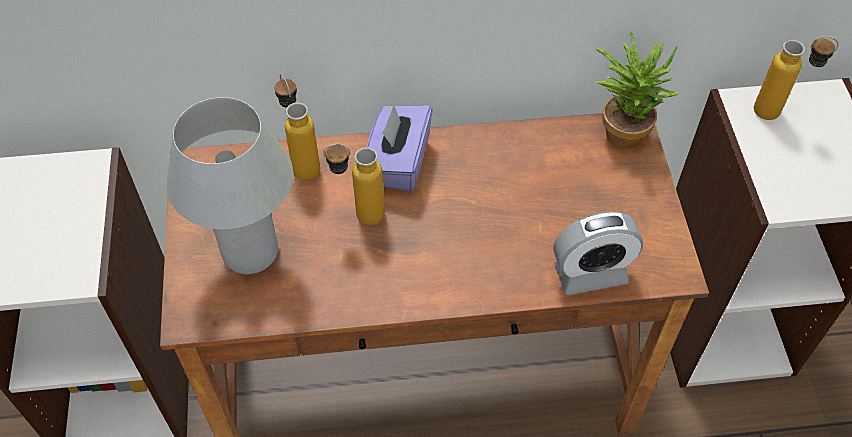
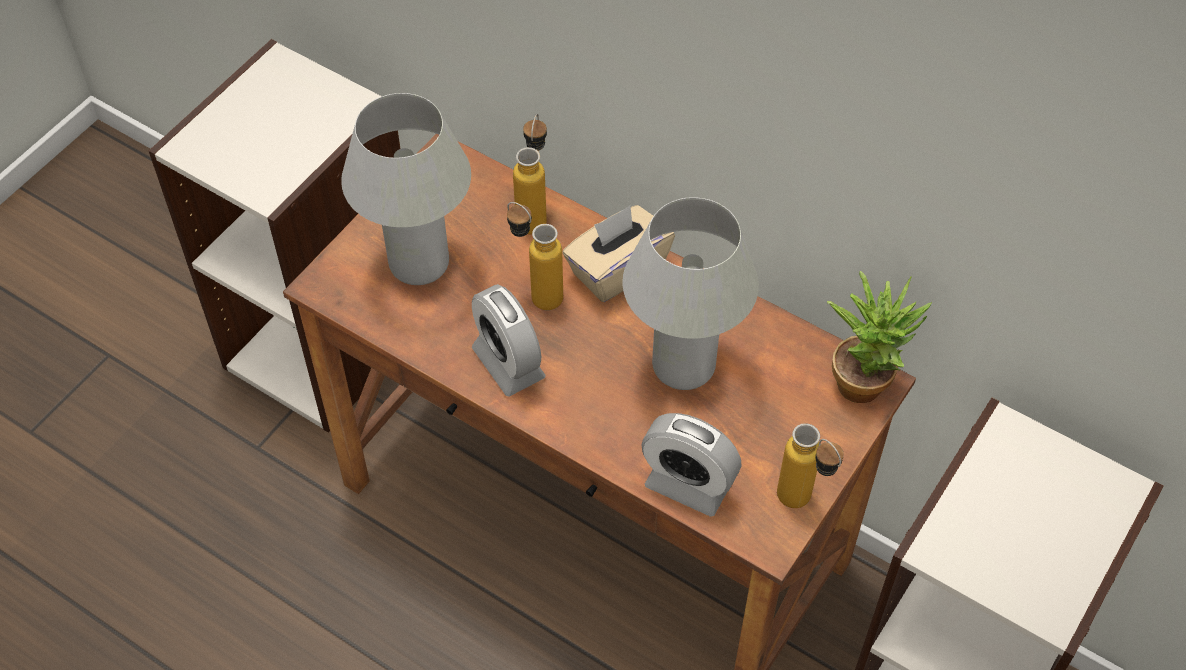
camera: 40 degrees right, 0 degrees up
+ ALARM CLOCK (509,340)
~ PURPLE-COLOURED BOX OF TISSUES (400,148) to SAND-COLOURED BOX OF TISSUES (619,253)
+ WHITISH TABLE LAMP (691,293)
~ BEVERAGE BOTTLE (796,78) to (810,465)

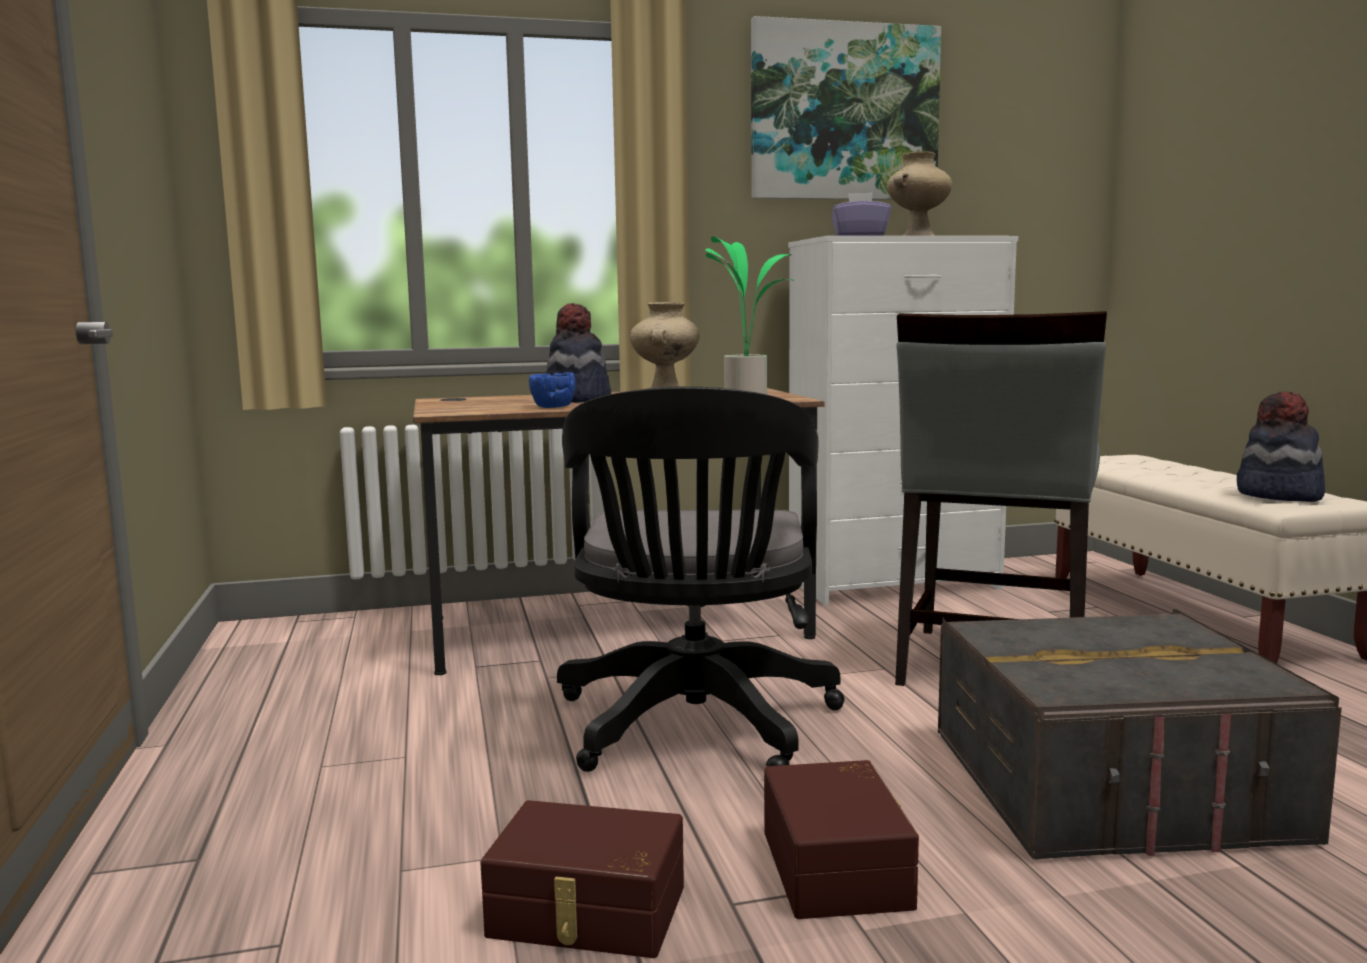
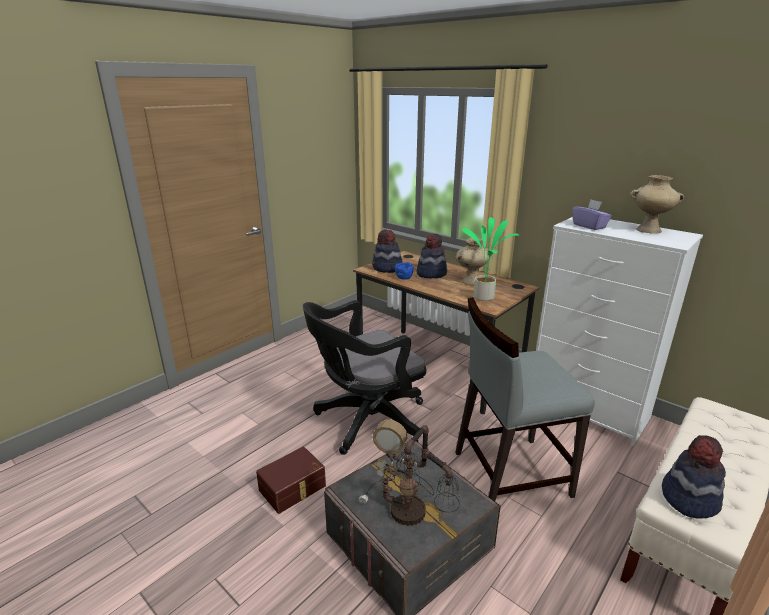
camera: 55 degrees right, 15 degrees up
+ TABLE LAMP (409,472)
+ CLOTHING HAT (387,251)
- BROWN-COLOURED STORAGE CONTAINER (582,879)
- PICTURE (846,108)

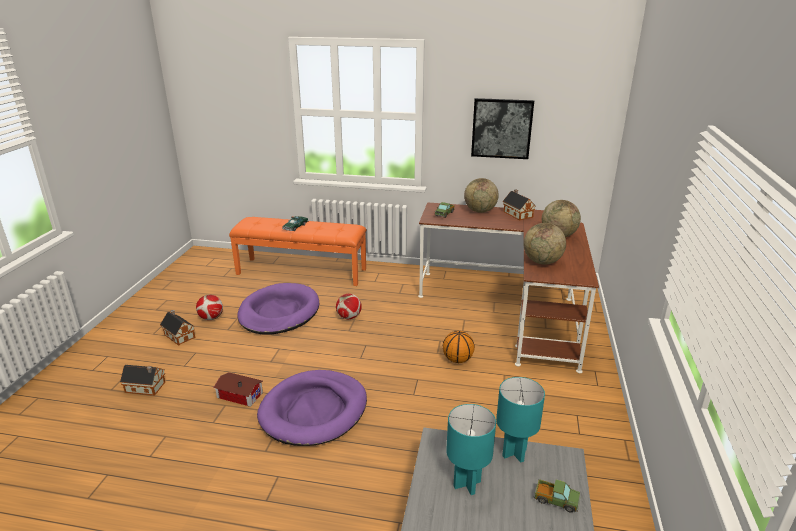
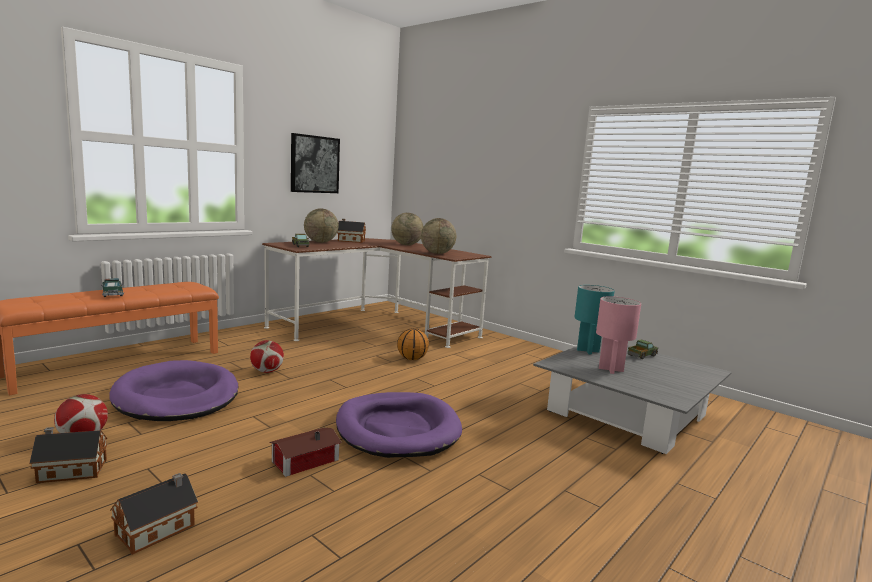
camera: 60 degrees left, 15 degrees down
~ TURQUOISE TABLE LAMP (471,449) to PINK TABLE LAMP (618,335)

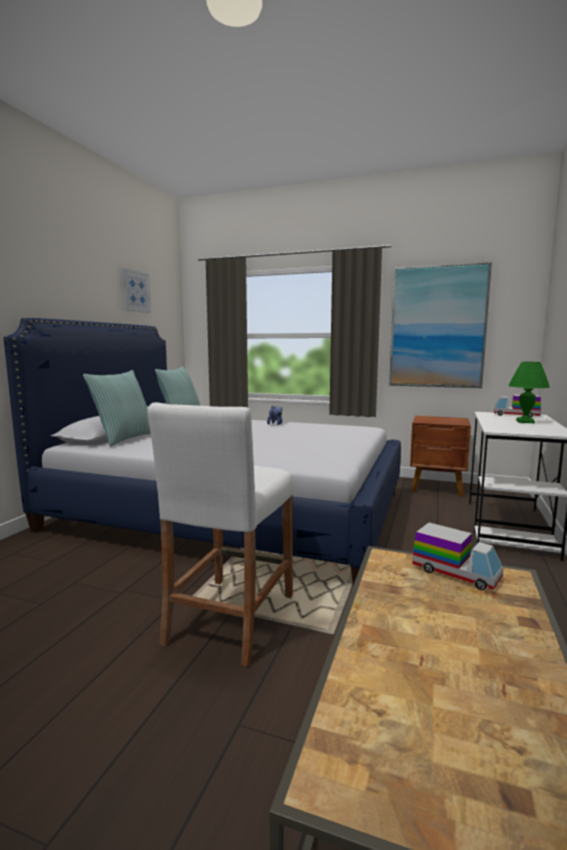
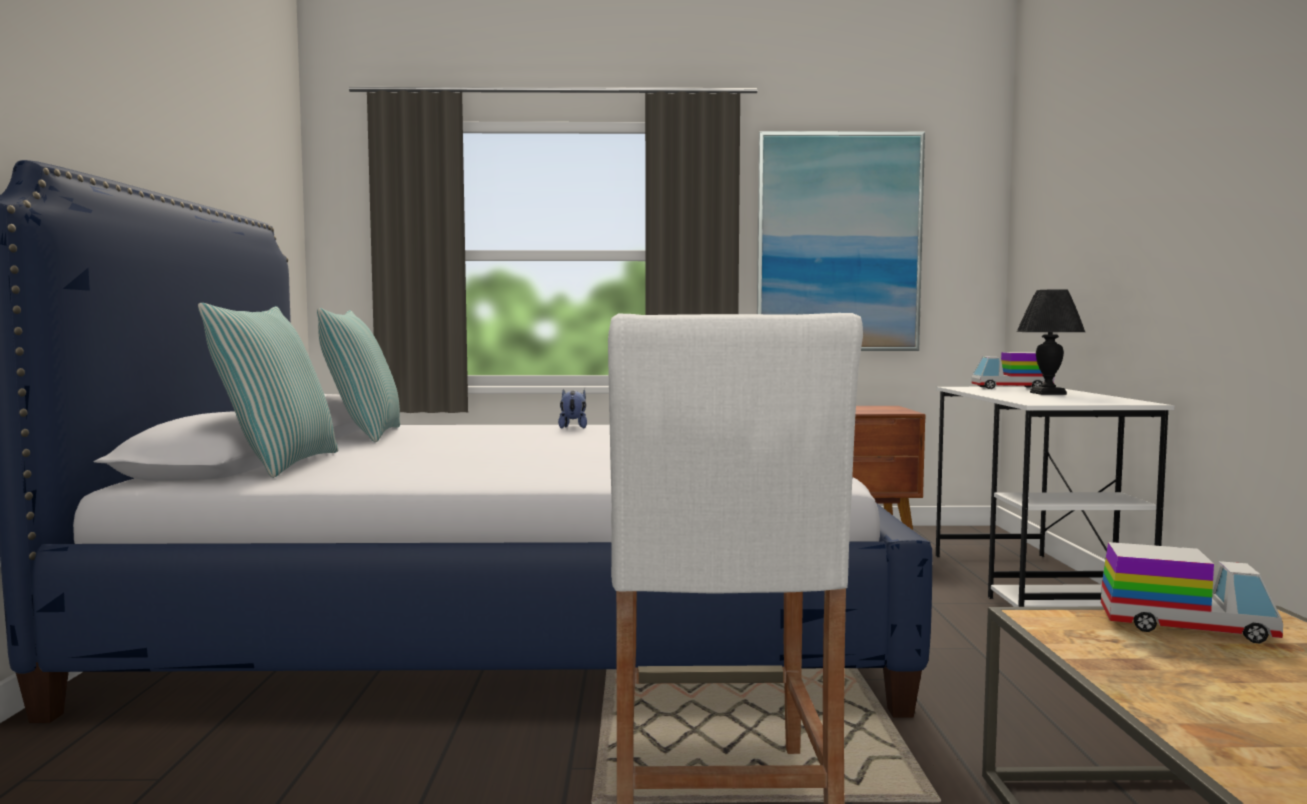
camera: 20 degrees left, 5 degrees down
~ GREEN TABLE LAMP (529,392) to BLACK TABLE LAMP (1051,342)
- PICTURE (136,290)

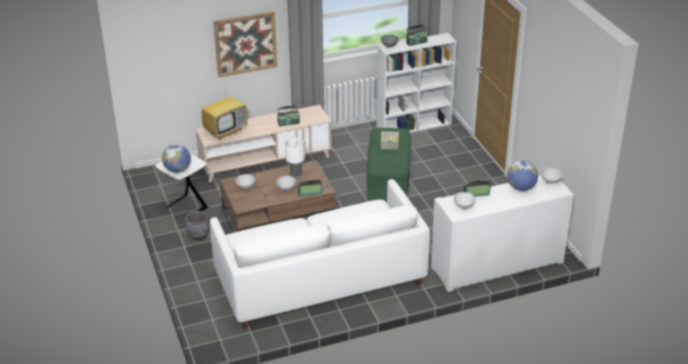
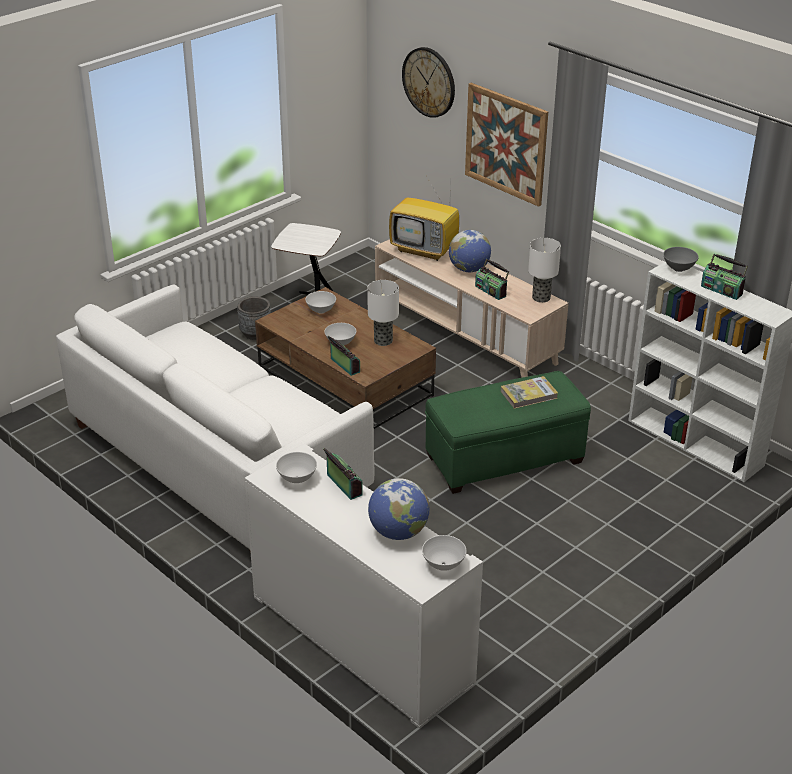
camera: 65 degrees right, 0 degrees up
+ HANGING CLOCK (428,82)
~ GLOBE (176,158) to (470,251)
+ TABLE LAMP (544,270)

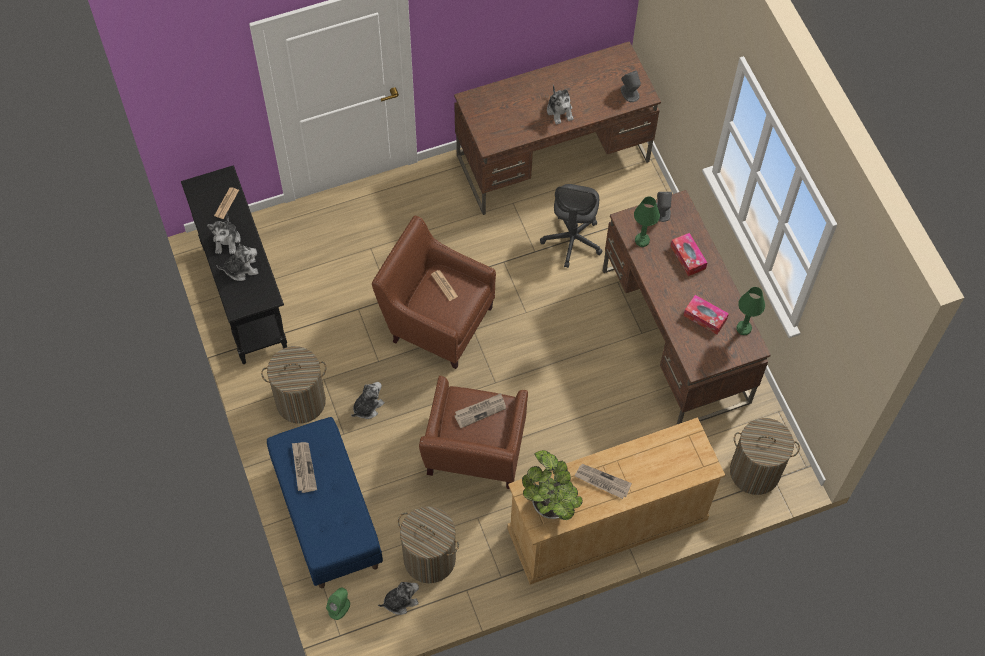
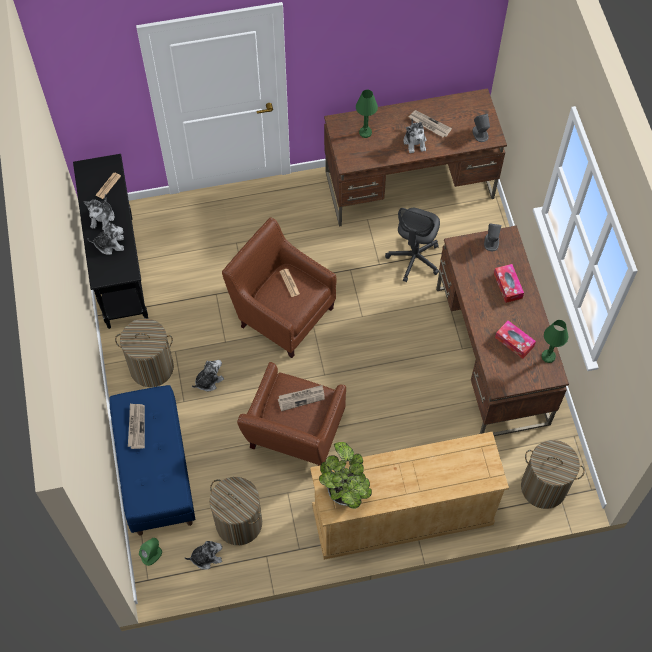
camera: 10 degrees right, 0 degrees up
~ GREEN TABLE LAMP (647,222) to (367,114)
~ NEWSPAPER (603,481) to (430,123)

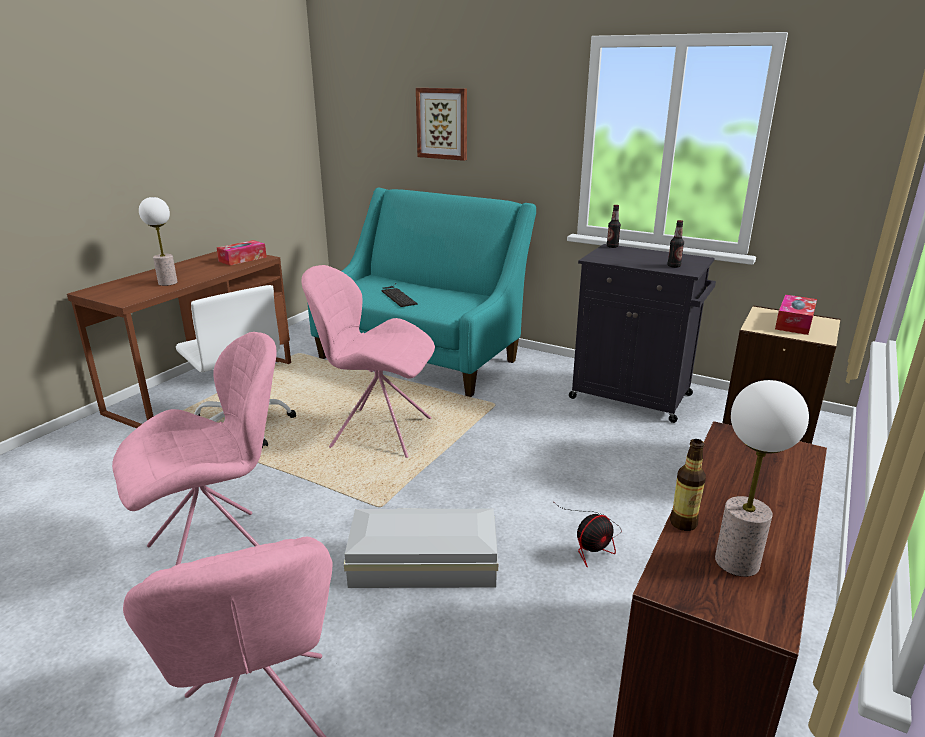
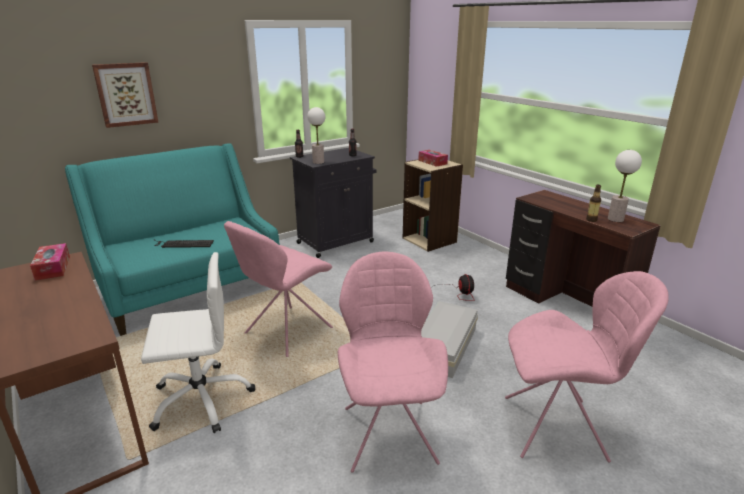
camera: 65 degrees left, 0 degrees up
~ TABLE LAMP (158,241) to (316,135)

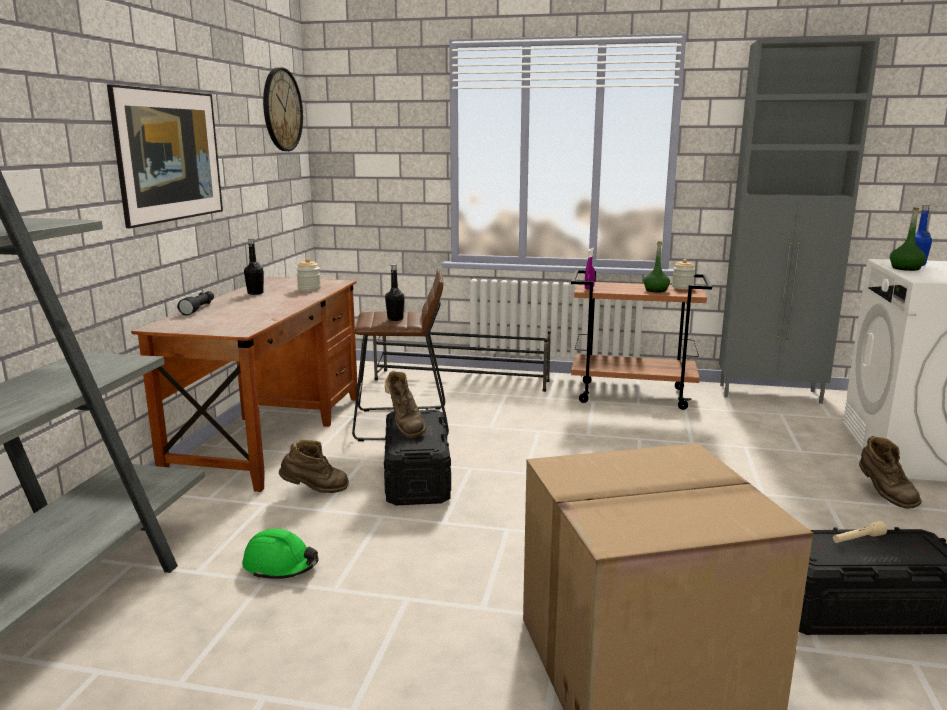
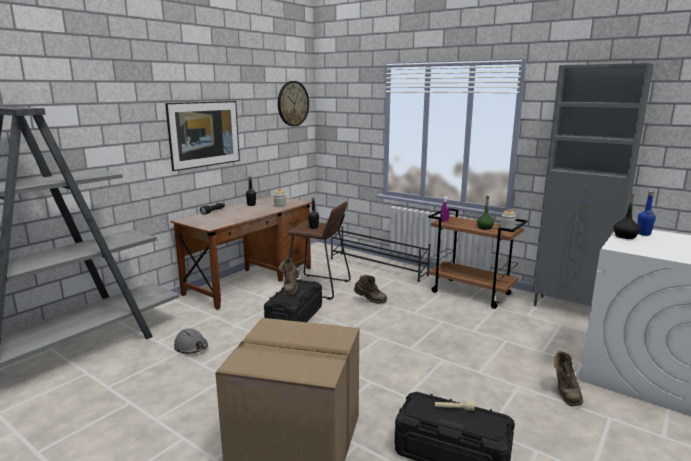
camera: 25 degrees right, 0 degrees up
~ GREEN WORK HELMET (280,554) to GRAY WORK HELMET (191,341)
~ BROWN-COLOURED BOOT (314,466) to (370,289)
~ GREEN BEVERAGE BOTTLE (908,239) to BLACK BEVERAGE BOTTLE (627,216)

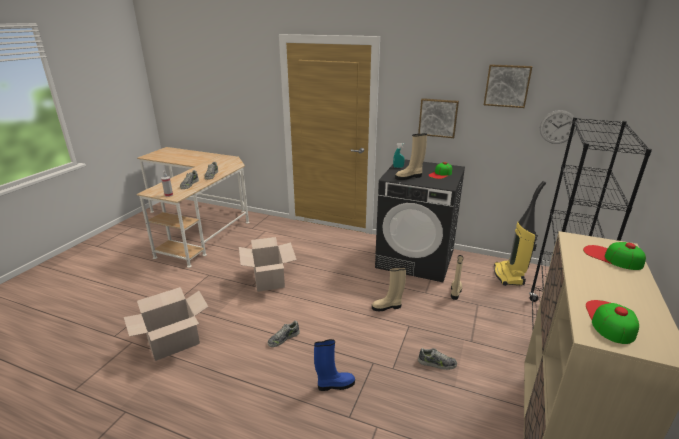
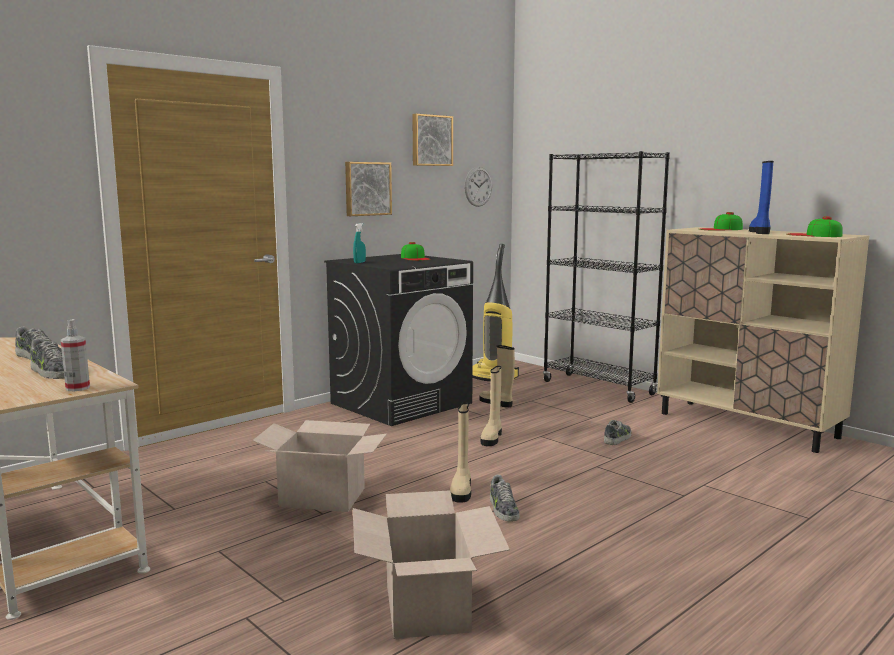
camera: 65 degrees left, 15 degrees down
~ SAND-COLOURED BOOT (411,156) to (460,452)
~ BLUISH BOOT (334,365) to (761,197)

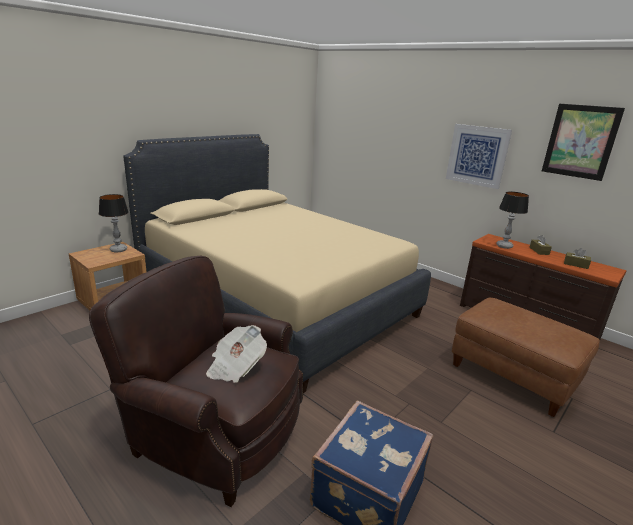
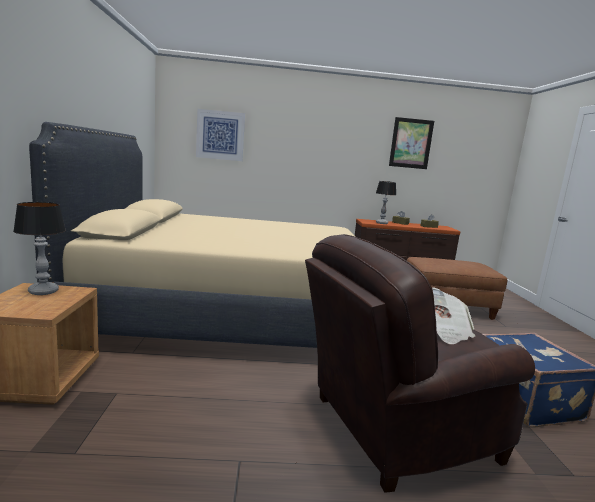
camera: 45 degrees left, 10 degrees down
~ PICTURE (479,156) to (220,135)

